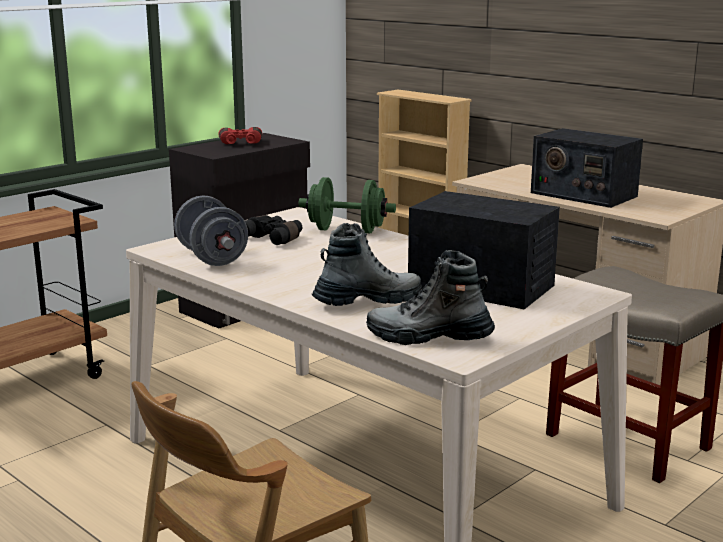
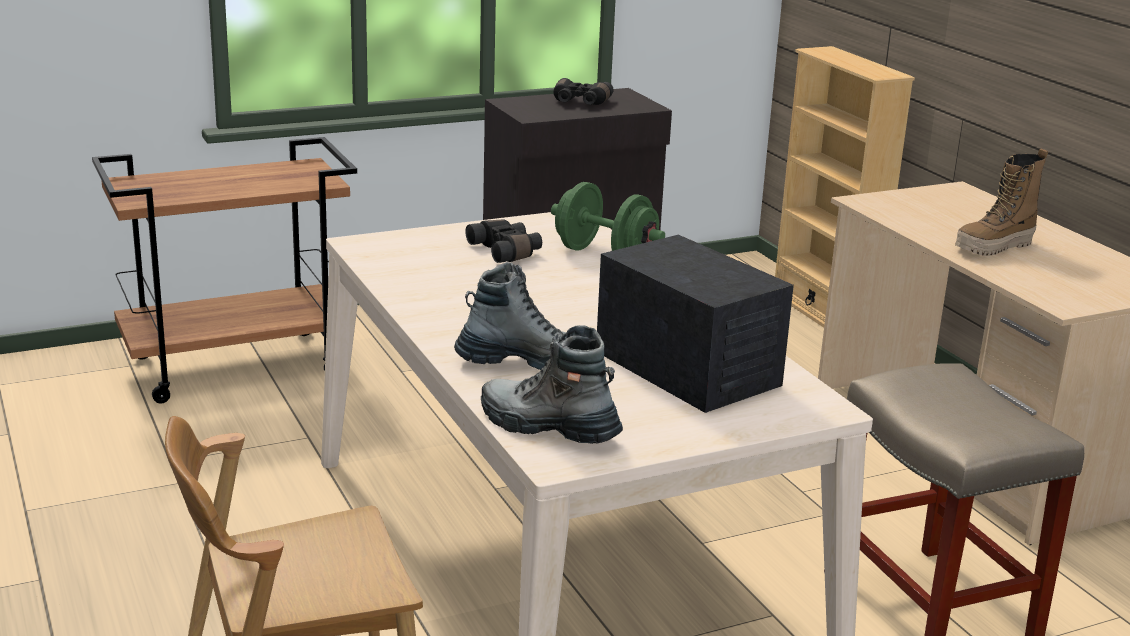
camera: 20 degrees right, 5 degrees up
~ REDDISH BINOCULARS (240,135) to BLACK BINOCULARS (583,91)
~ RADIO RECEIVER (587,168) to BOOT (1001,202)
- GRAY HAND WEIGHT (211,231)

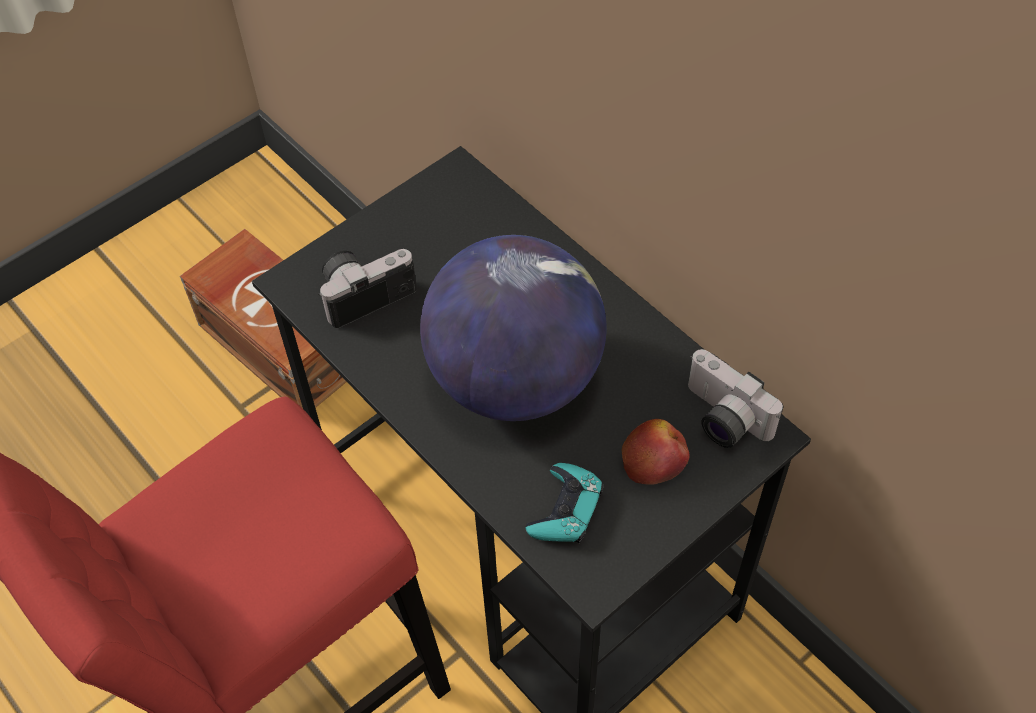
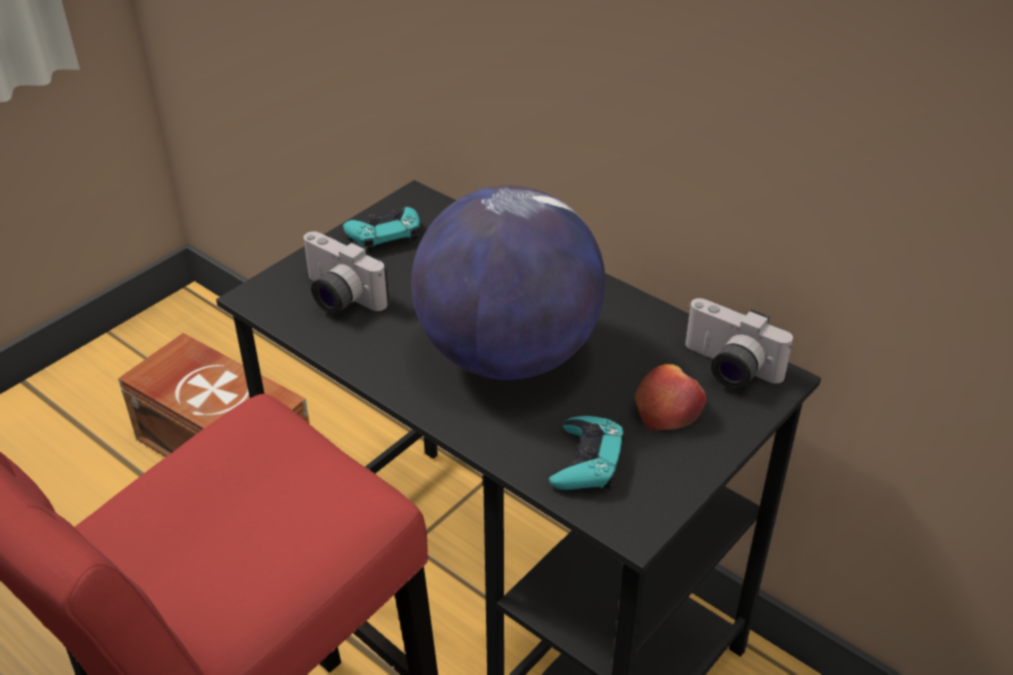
camera: 10 degrees left, 15 degrees down
~ STILL CAMERA (367,288) = (346,273) 105 degrees counterclockwise
+ TURQUOISE JOYPAD (381,230)

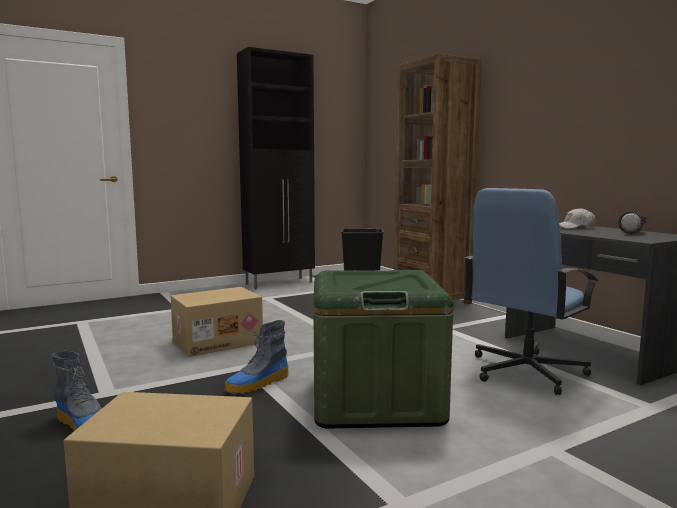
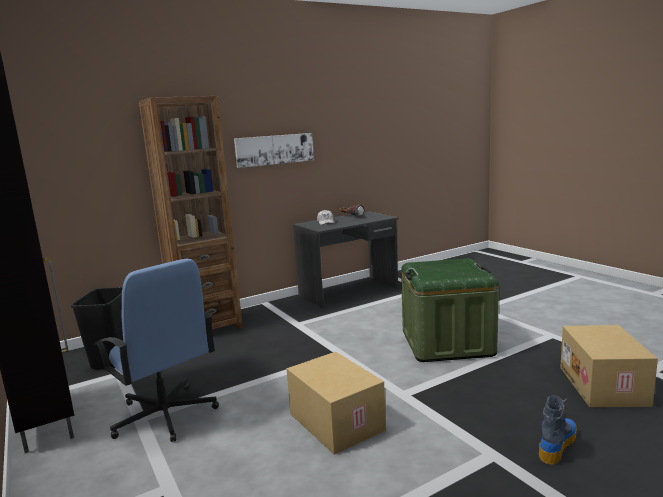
camera: 90 degrees left, 5 degrees up
~ BLUISH DESK CHAIR (531,291) to (157,350)
+ PICTURE (274,150)
- BOOT (257,357)

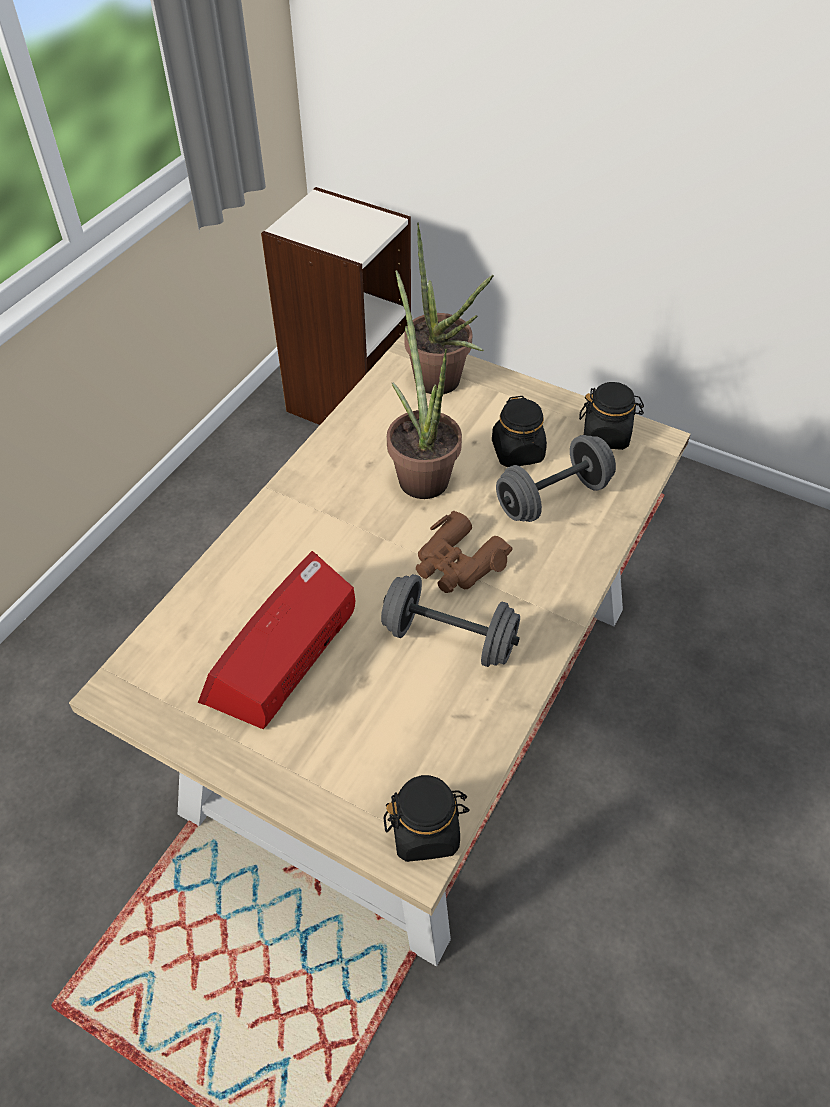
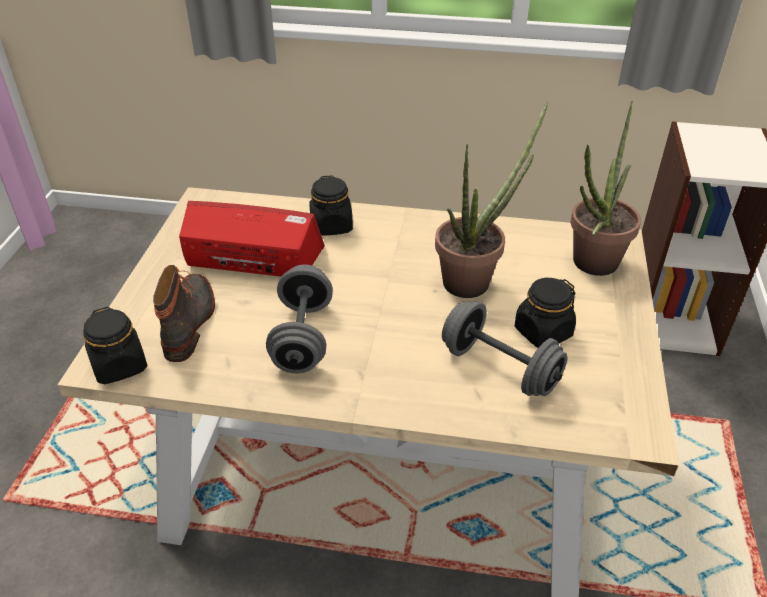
camera: 70 degrees right, 10 degrees down
+ BOOT (184,313)
~ BLACK JAR (611,416) to (331,205)
- BROWN-COLOURED BINOCULARS (464,551)

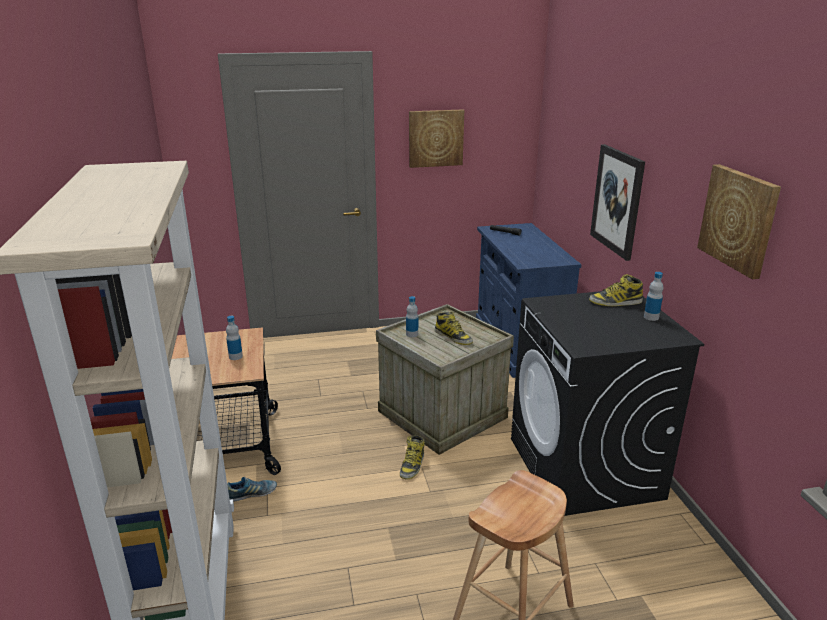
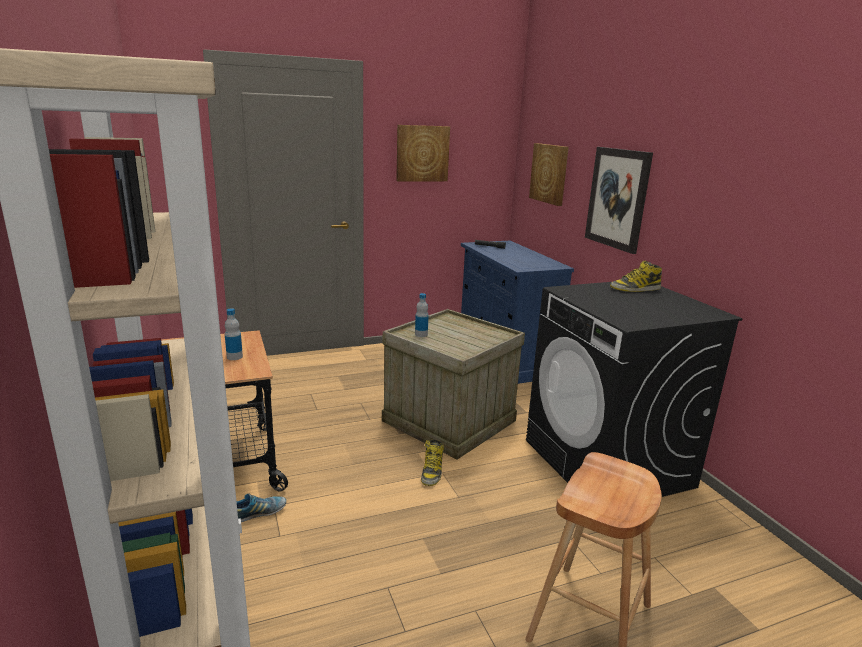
camera: 10 degrees left, 5 degrees down
~ PICTURE (739,221) to (549,174)
- BOOT (454,328)
- BEVERAGE BOTTLE (653,296)

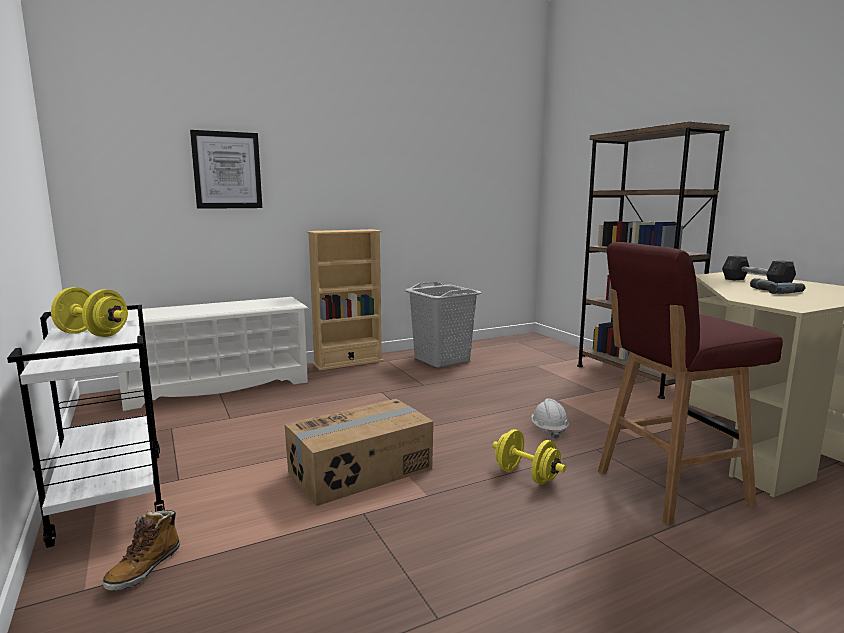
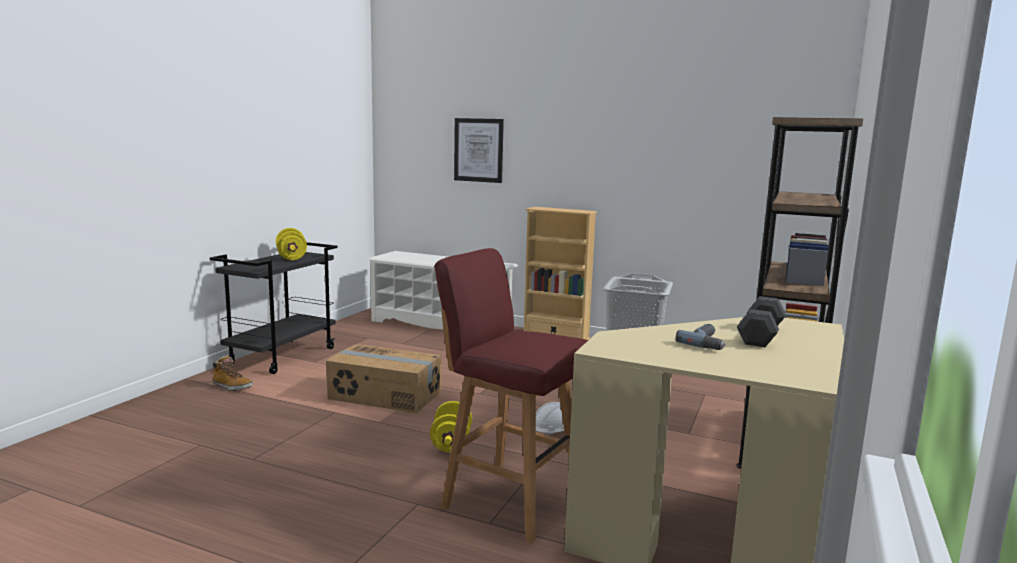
camera: 50 degrees right, 0 degrees up
~ WHITISH WHEELED CART (86,426) to BLACK WHEELED CART (274,308)
~ BOOT (141,550) = (232,373) 135 degrees counterclockwise

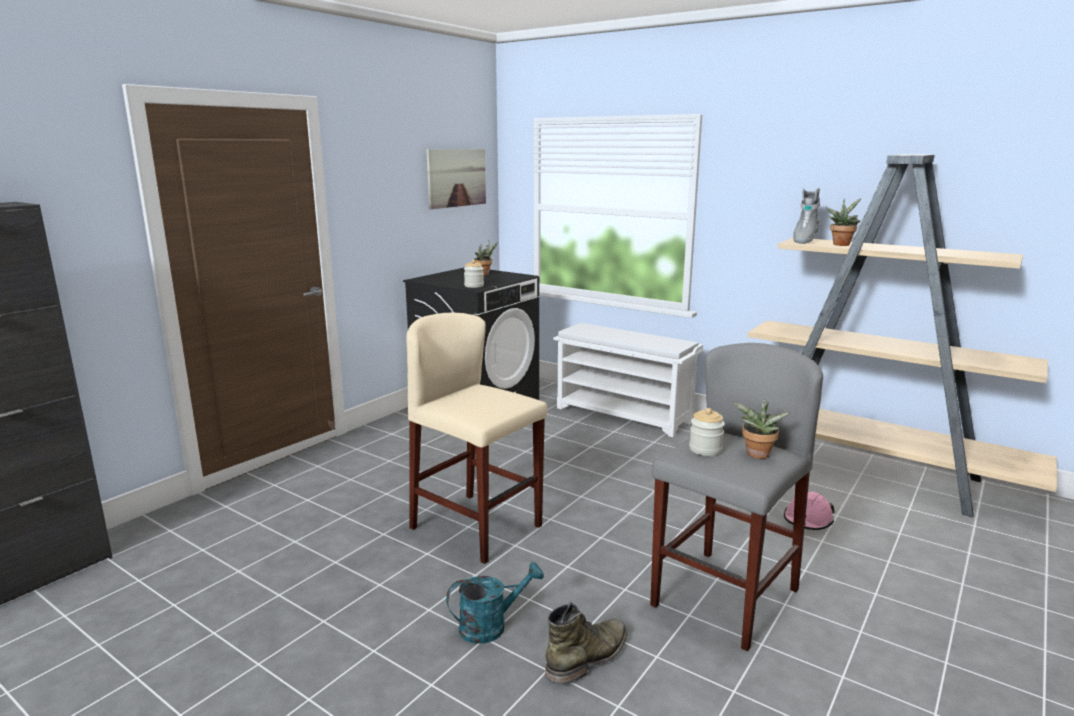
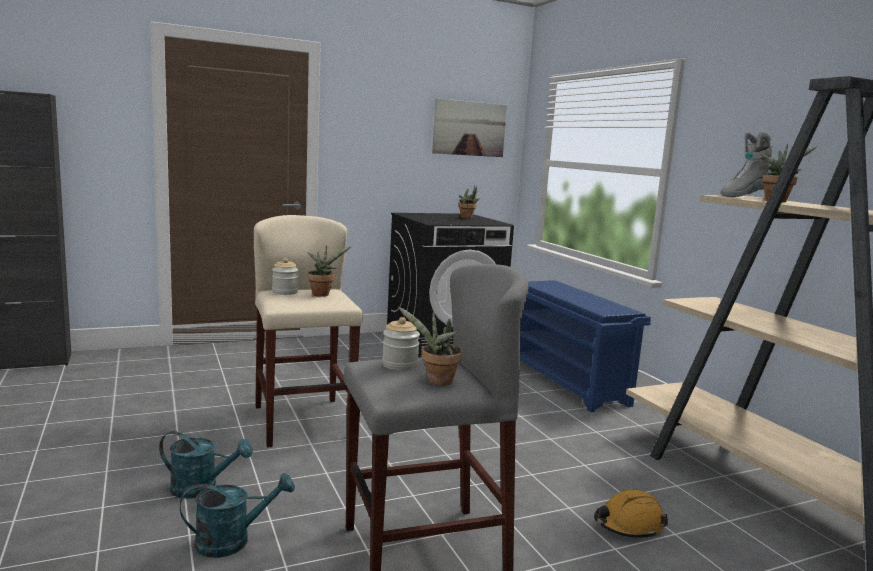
camera: 30 degrees right, 5 degrees down
~ GREEN BOOT (586,643) to TURQUOISE SPRINKLING CAN (237,515)
~ JAR (474,274) to (285,276)
+ HOUSEPLANT (329,271)
~ WHITISH SHOE SHELF (628,380) to BLUISH SHOE SHELF (585,346)
~ PINK WORK HELMET (809,511) to ORANGEY WORK HELMET (631,514)

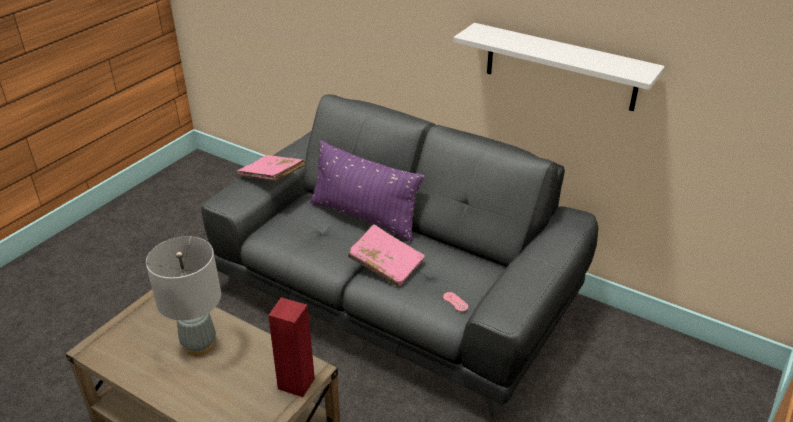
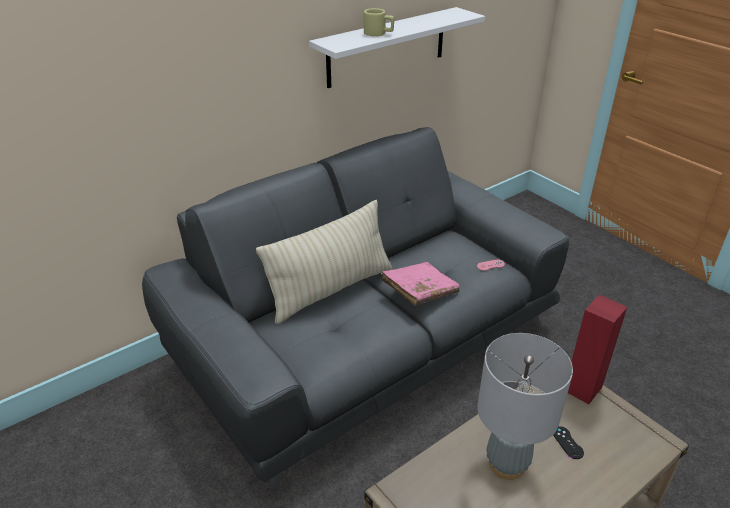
camera: 70 degrees left, 0 degrees up
~ PURPLE-COLOURED CUSHION (367,191) to SAND-COLOURED CUSHION (324,262)
+ SAND-COLOURED TEA MUG (379,22)
+ BLACK JOYPAD (568,442)
- PINK BOUND BOOK (271,168)

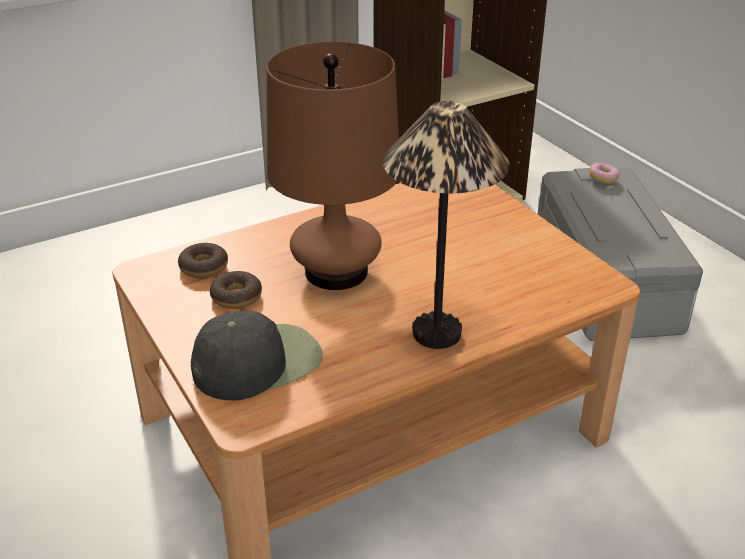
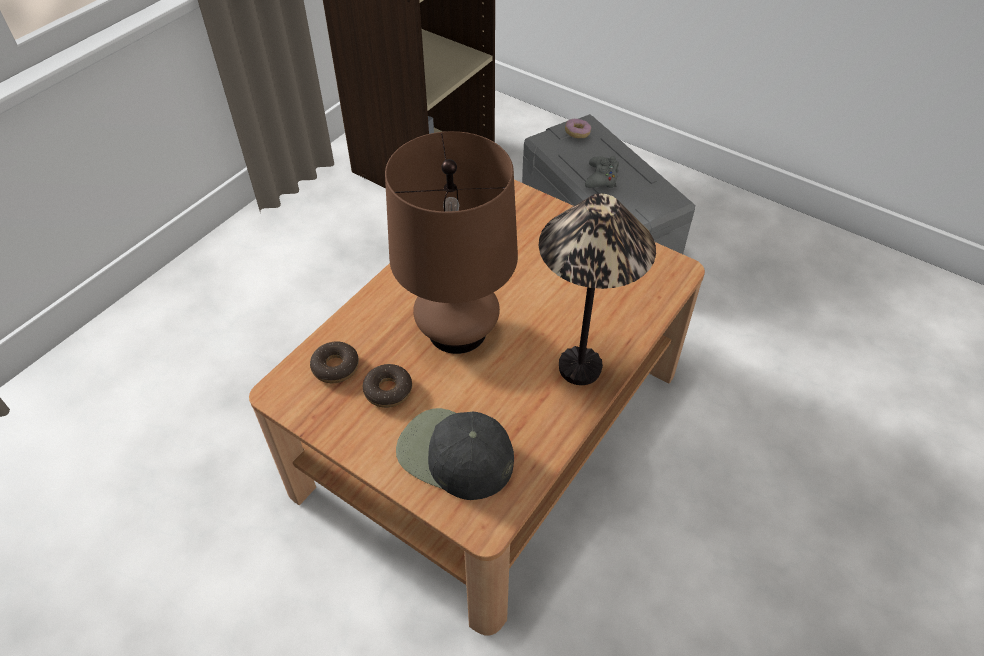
camera: 25 degrees left, 15 degrees up
~ BLACK BASEBALL CAP (257,356) = (455,454) 90 degrees counterclockwise
+ GRAY JOYPAD (602,172)

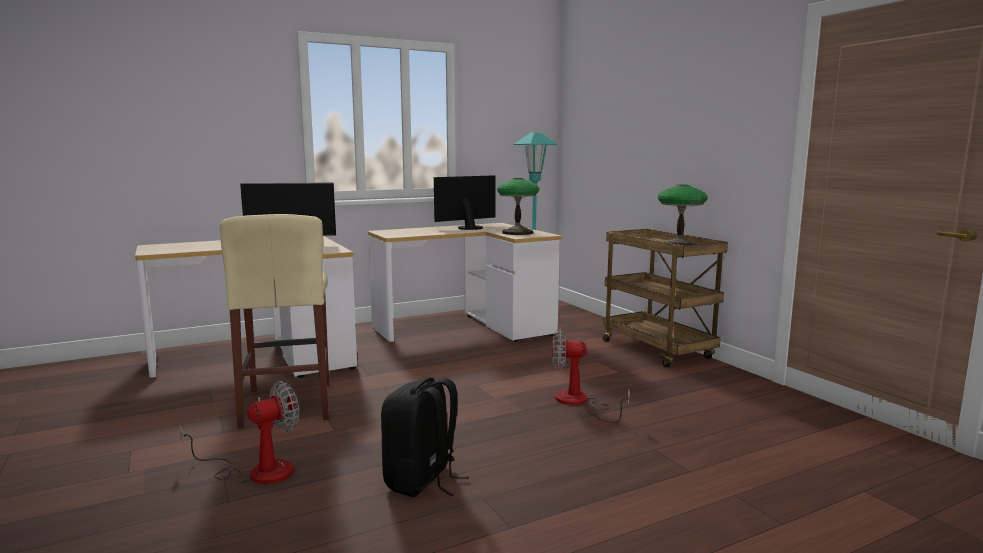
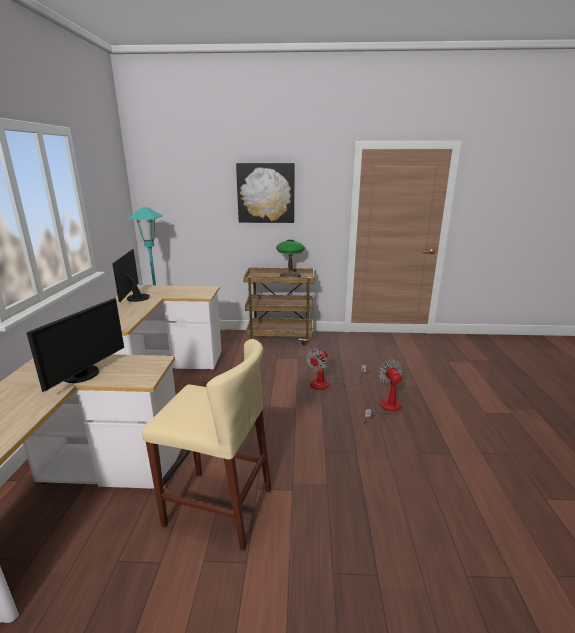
camera: 60 degrees left, 10 degrees up
+ PICTURE (265,193)
~ FAN (239,432) to (383,392)
- BLACK KNAPSACK (425,437)
- TABLE LAMP (518,206)

